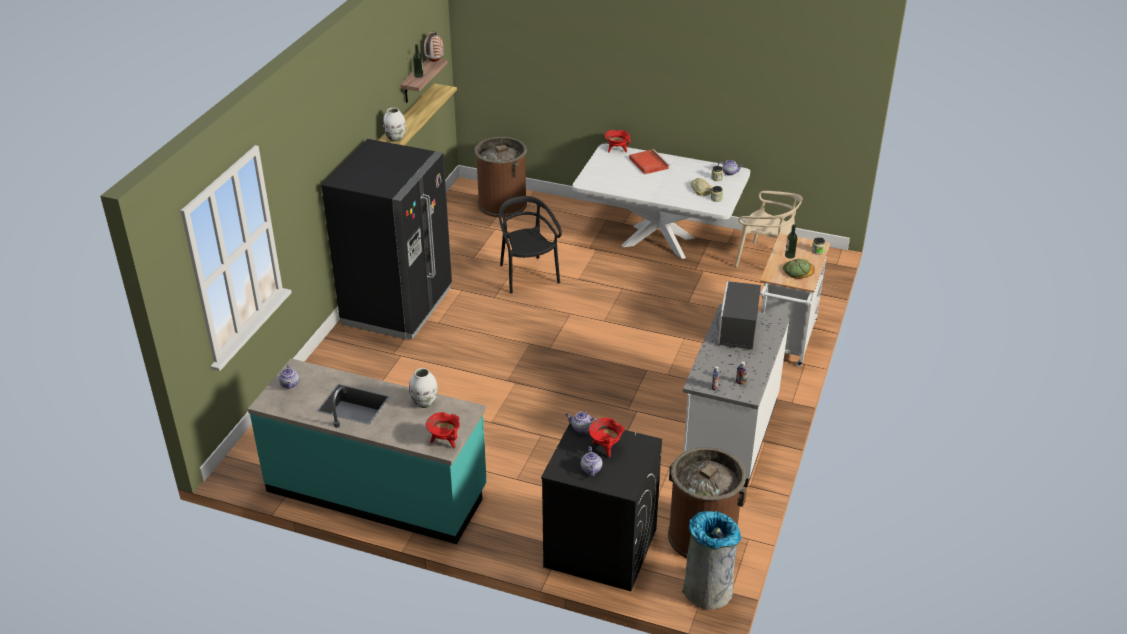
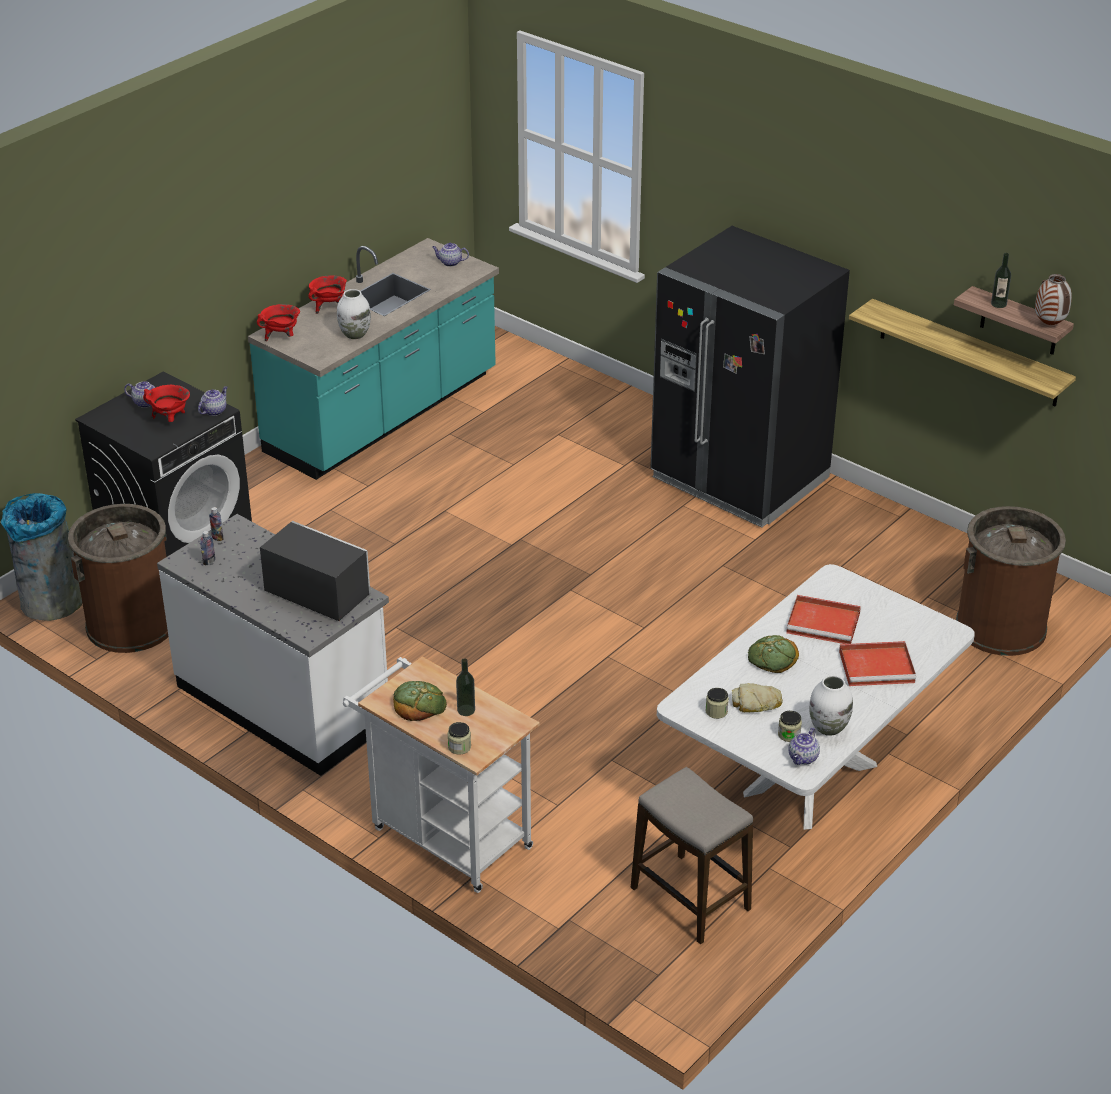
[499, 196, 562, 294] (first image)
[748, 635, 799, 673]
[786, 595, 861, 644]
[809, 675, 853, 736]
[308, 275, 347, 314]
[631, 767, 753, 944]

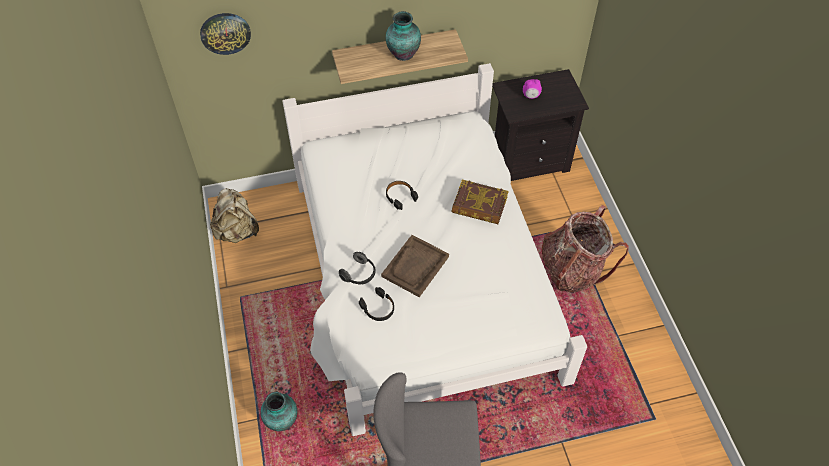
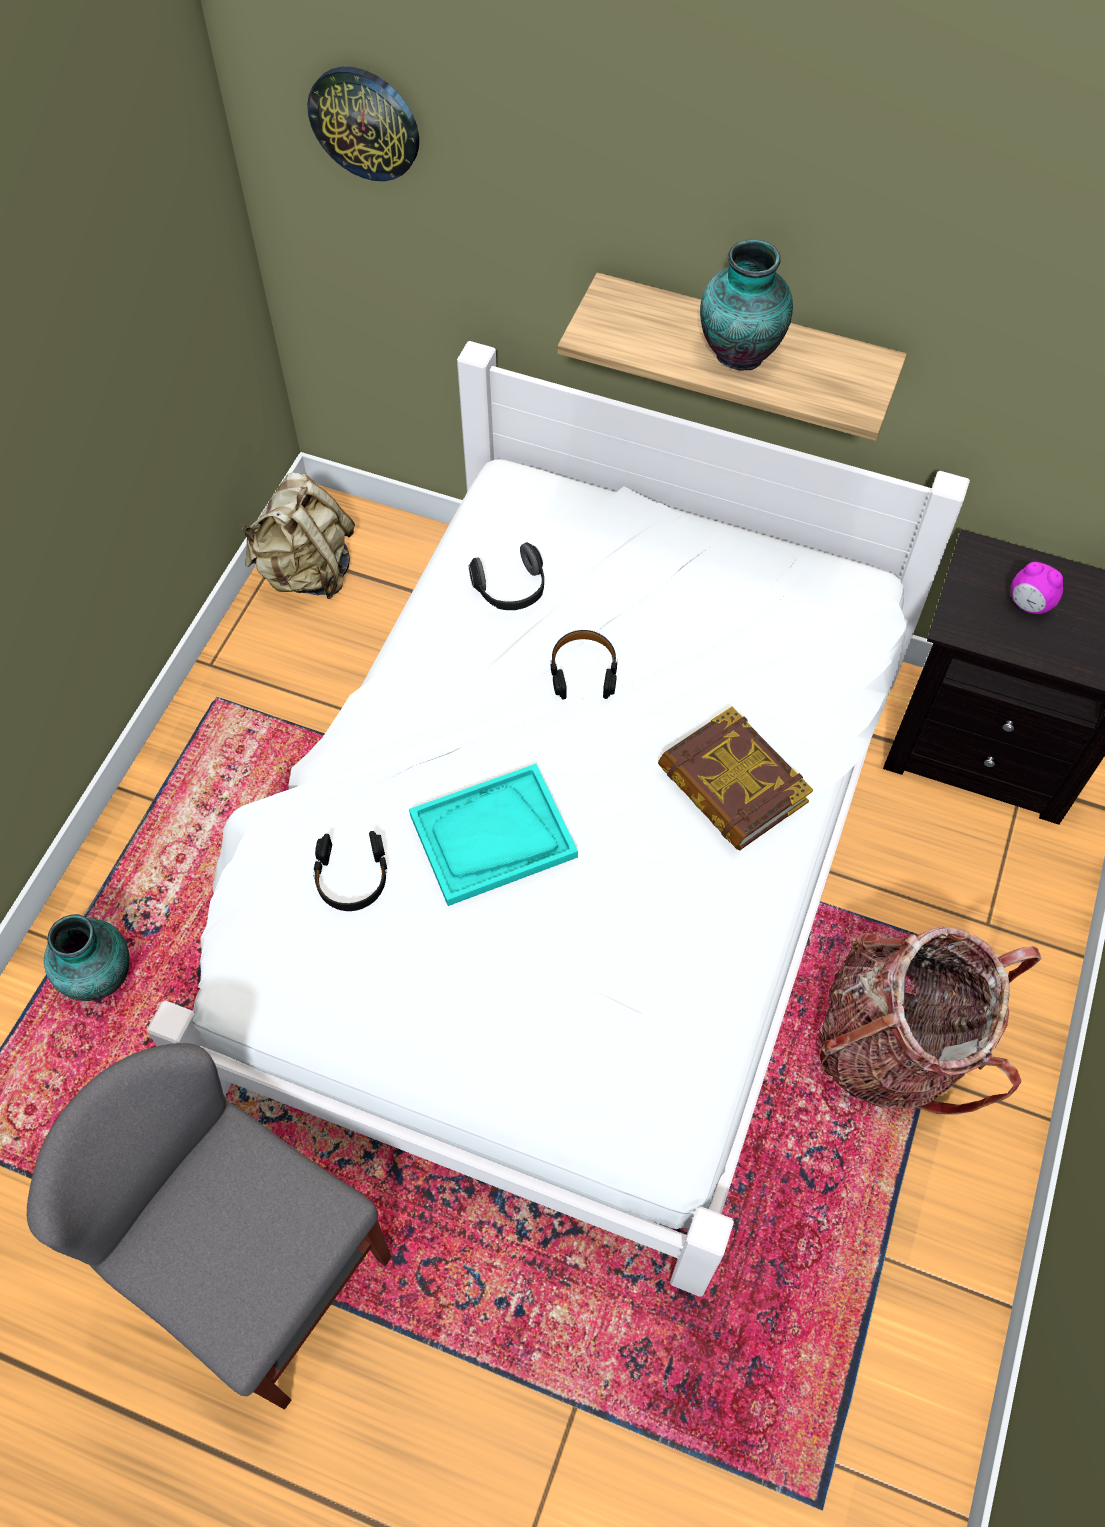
[469, 542, 544, 610]
[409, 764, 578, 906]

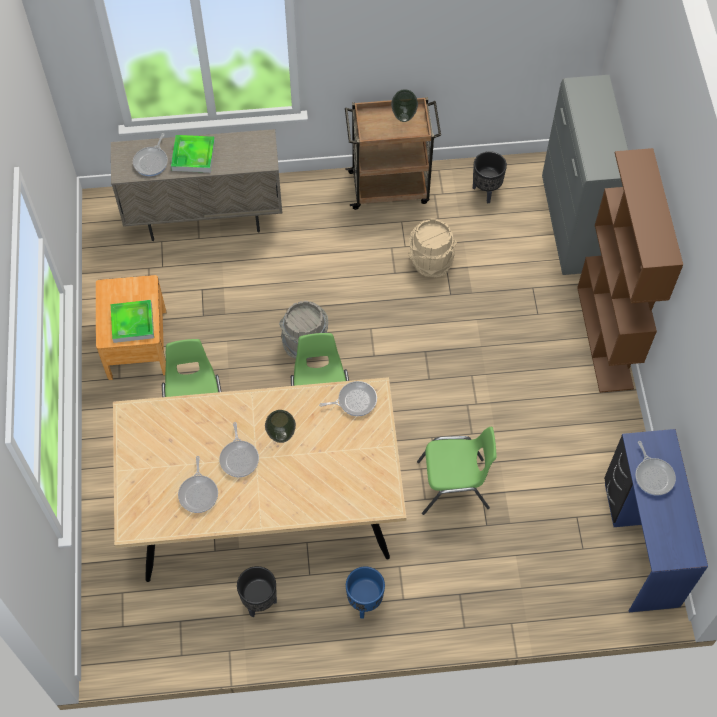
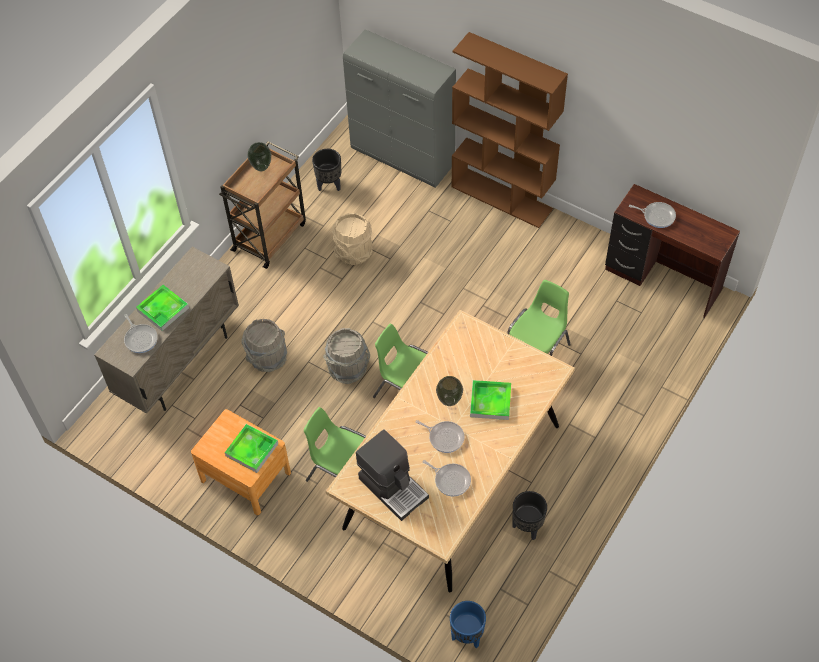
[319, 381, 377, 416] (first image)
[241, 319, 287, 372]
[356, 429, 429, 521]
[470, 380, 511, 420]
[450, 601, 486, 648]
[605, 184, 740, 318]

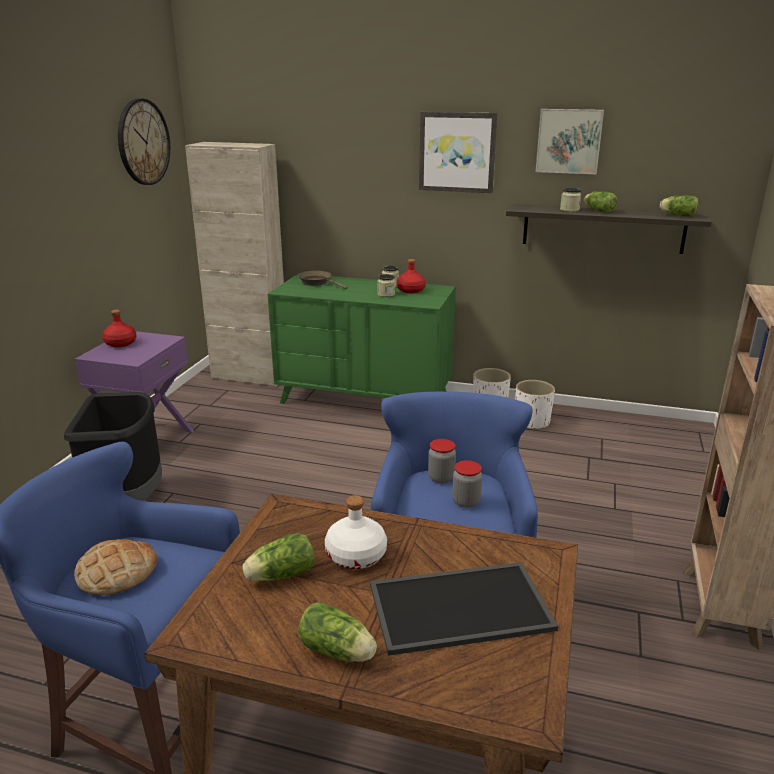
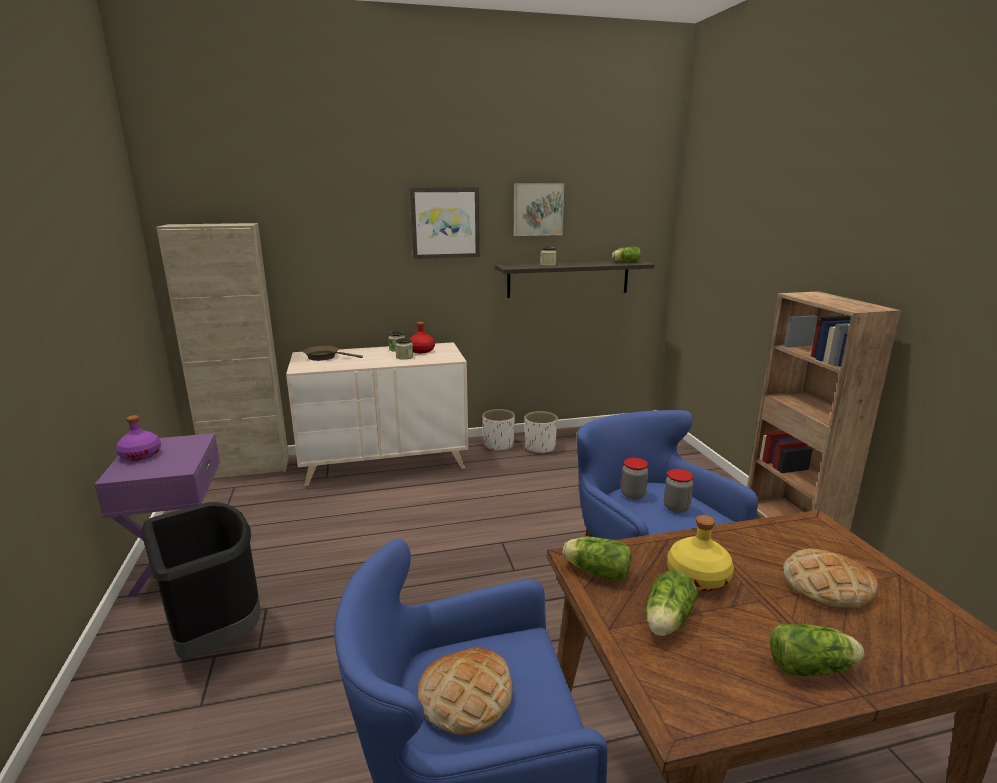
[118, 98, 170, 185] (first image)
[563, 536, 632, 582]
[783, 548, 879, 609]
[116, 415, 161, 461]
[286, 342, 468, 486]
[667, 515, 734, 591]

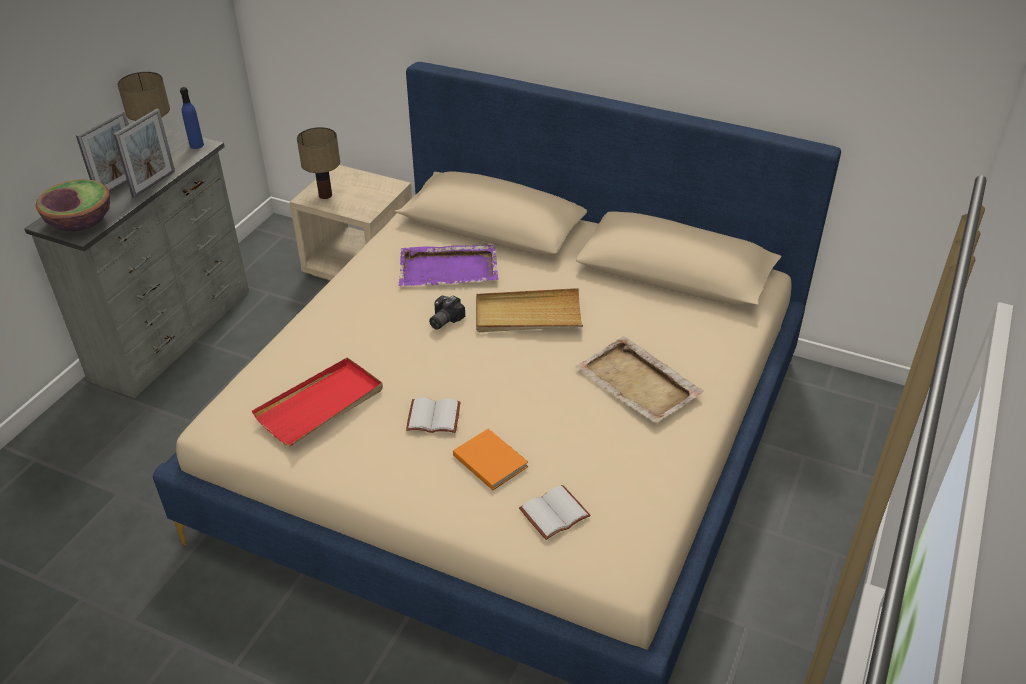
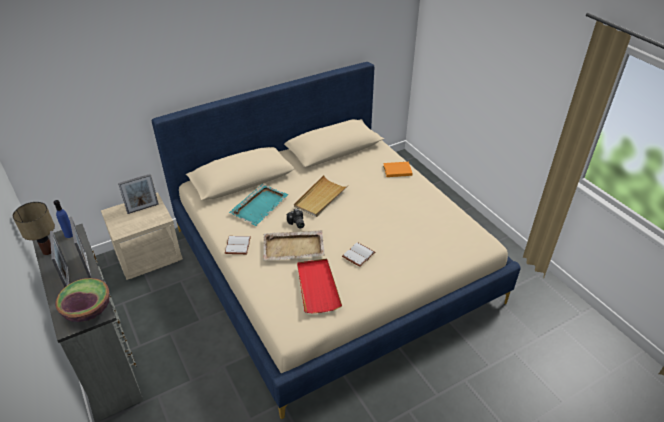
[297, 127, 340, 199] (first image)
[118, 174, 159, 214]
[383, 162, 413, 177]
[225, 236, 251, 254]
[263, 230, 325, 261]
[229, 184, 289, 226]

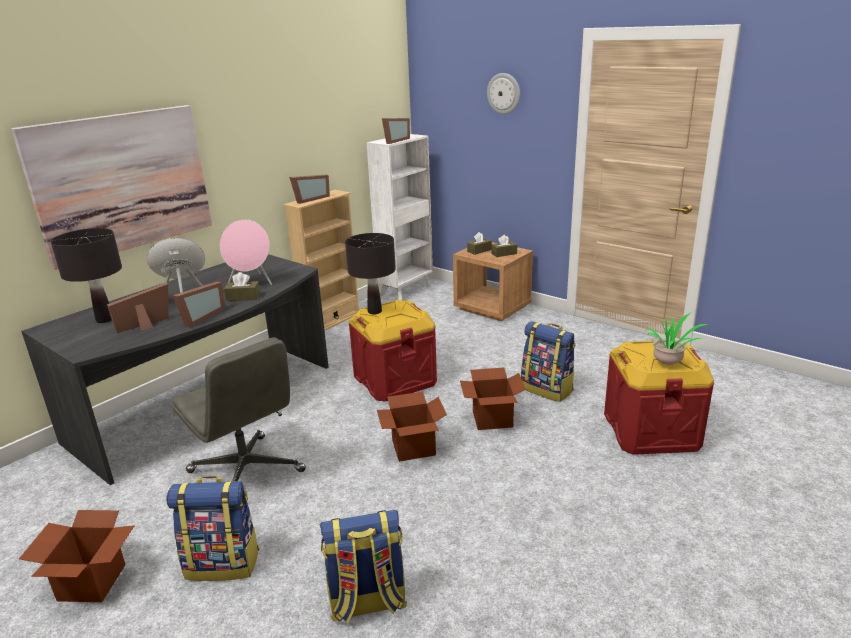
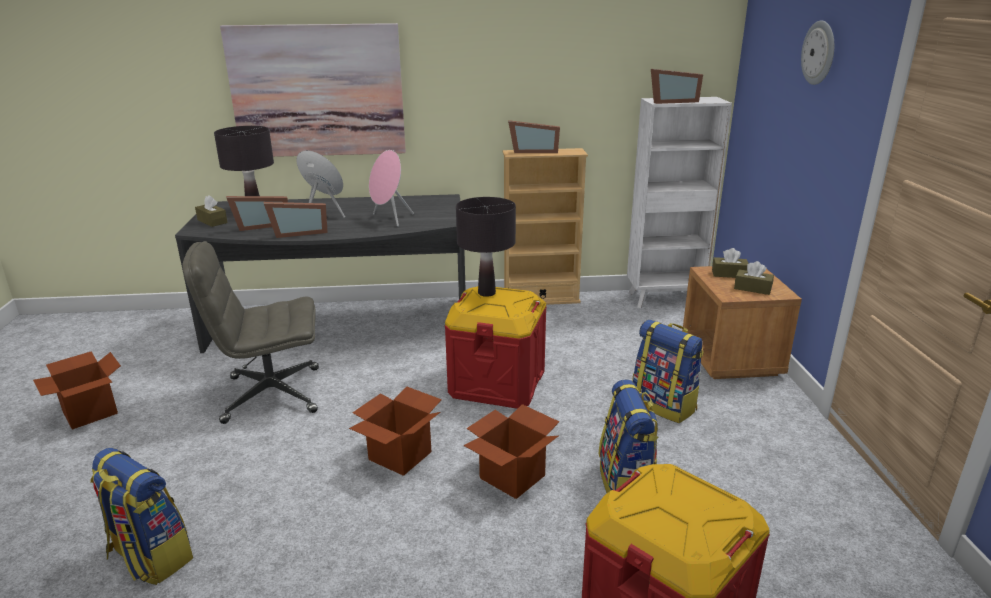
[646, 312, 708, 365] (first image)
[632, 320, 704, 423]
[195, 195, 228, 227]
[226, 196, 288, 231]
[182, 241, 319, 424]

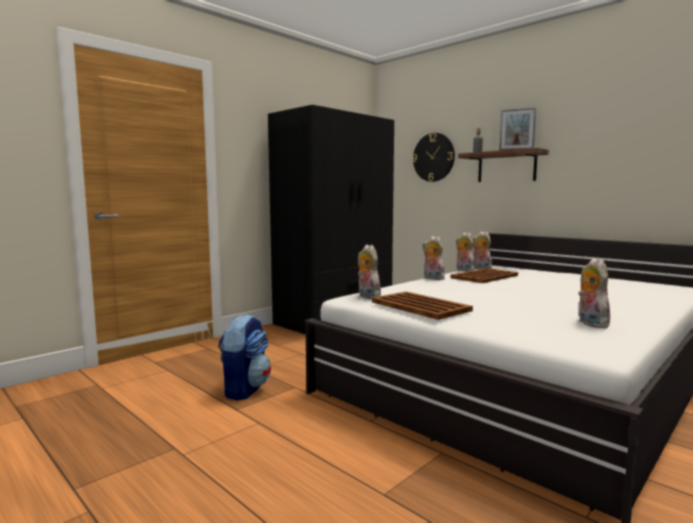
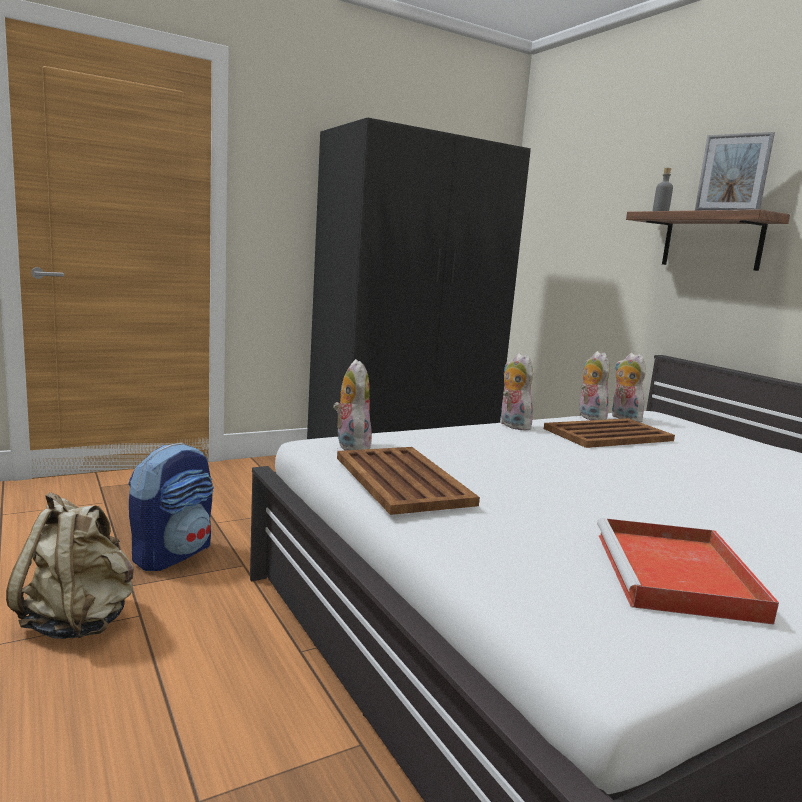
[412, 133, 455, 182] (first image)
[6, 492, 134, 639]
[597, 518, 779, 625]

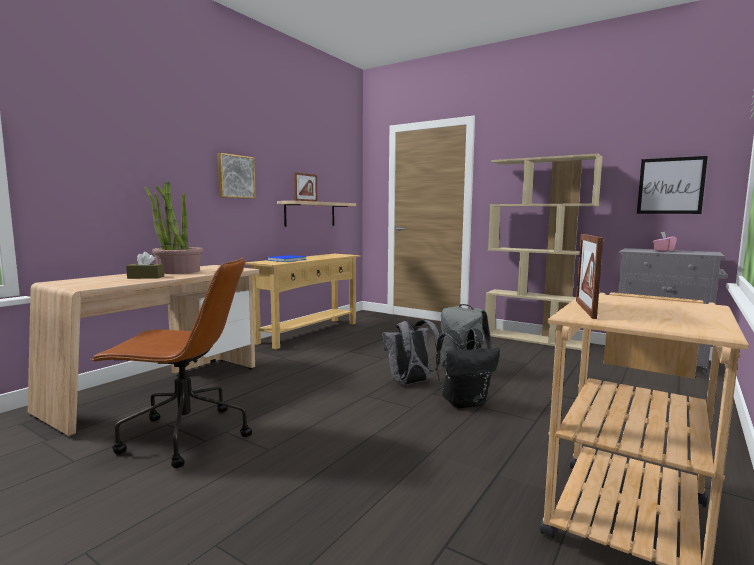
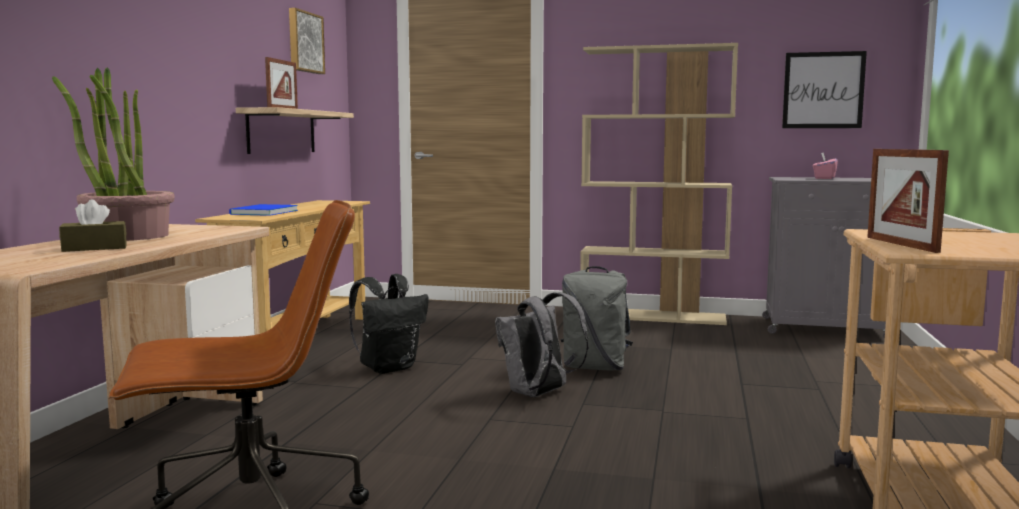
[289, 8, 325, 74]
[349, 274, 429, 374]

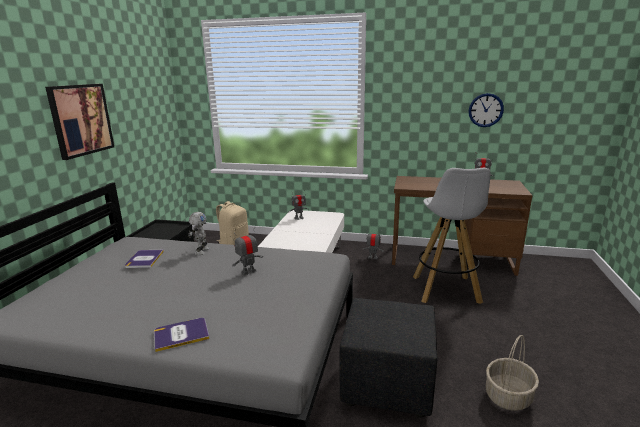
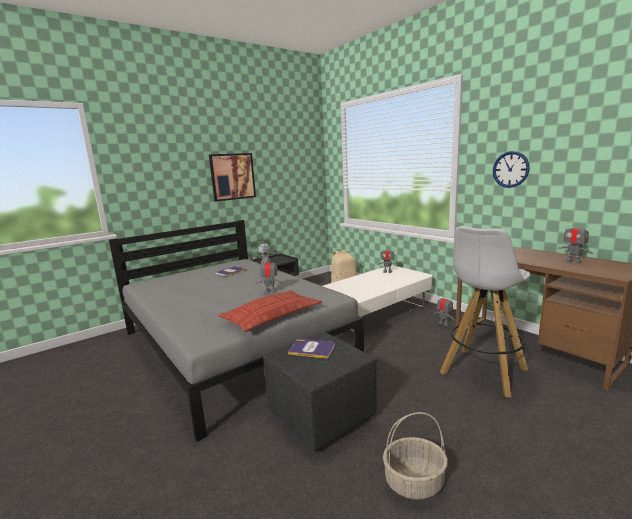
[218, 290, 321, 332]
[288, 339, 335, 359]
[493, 151, 530, 188]

